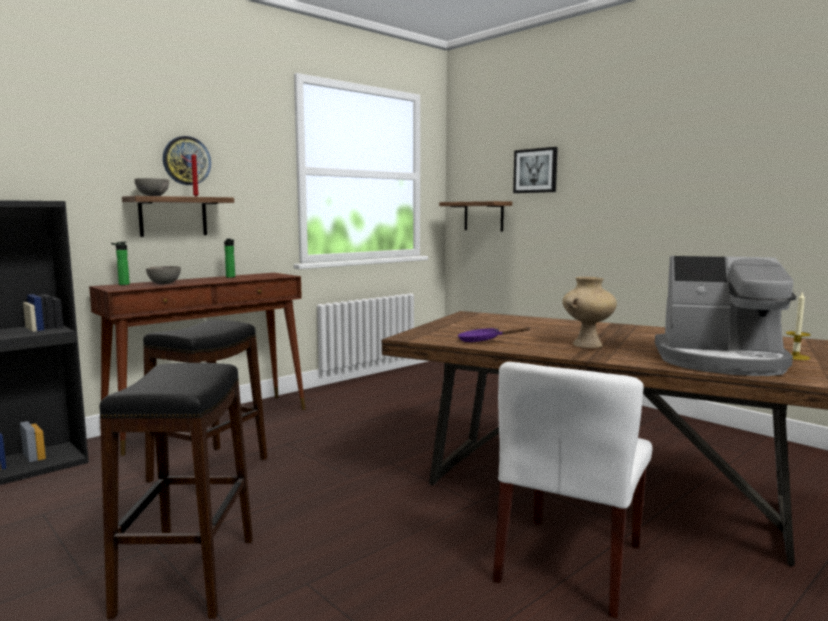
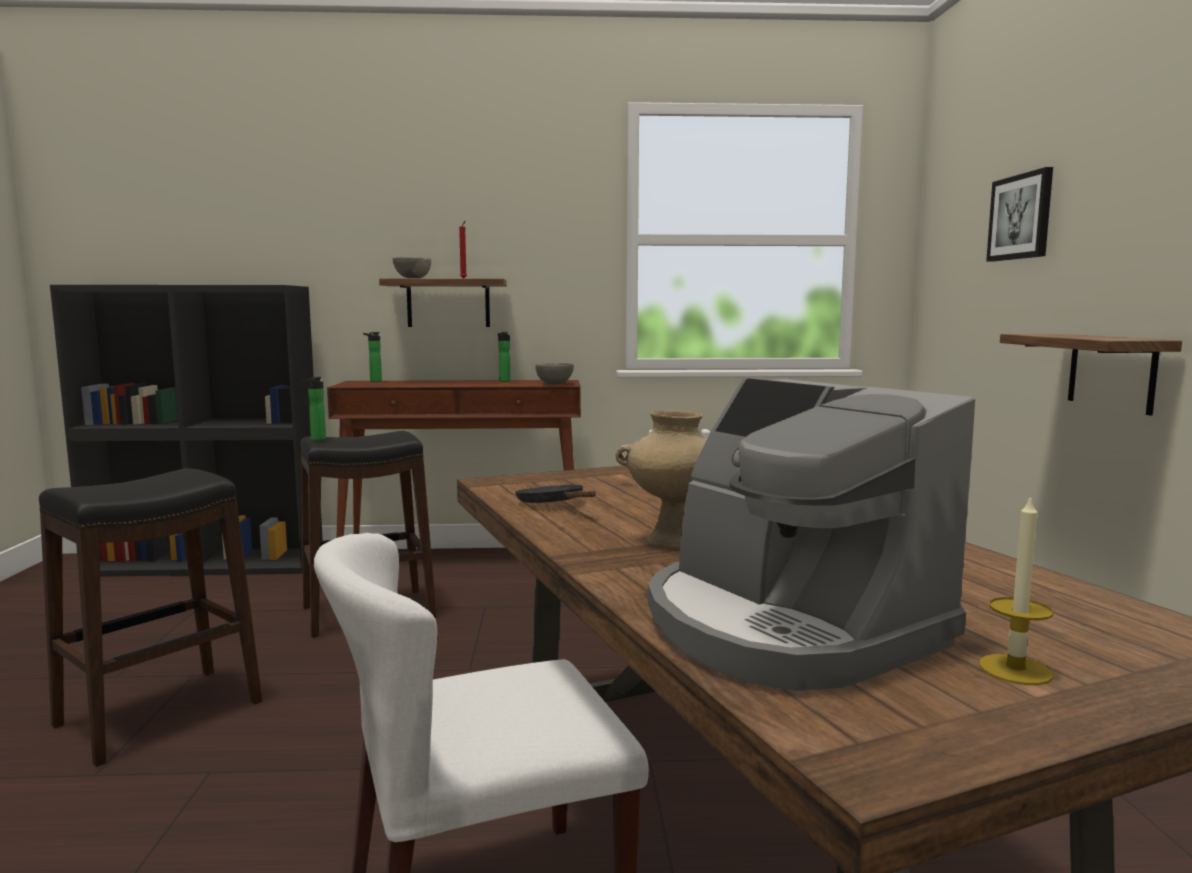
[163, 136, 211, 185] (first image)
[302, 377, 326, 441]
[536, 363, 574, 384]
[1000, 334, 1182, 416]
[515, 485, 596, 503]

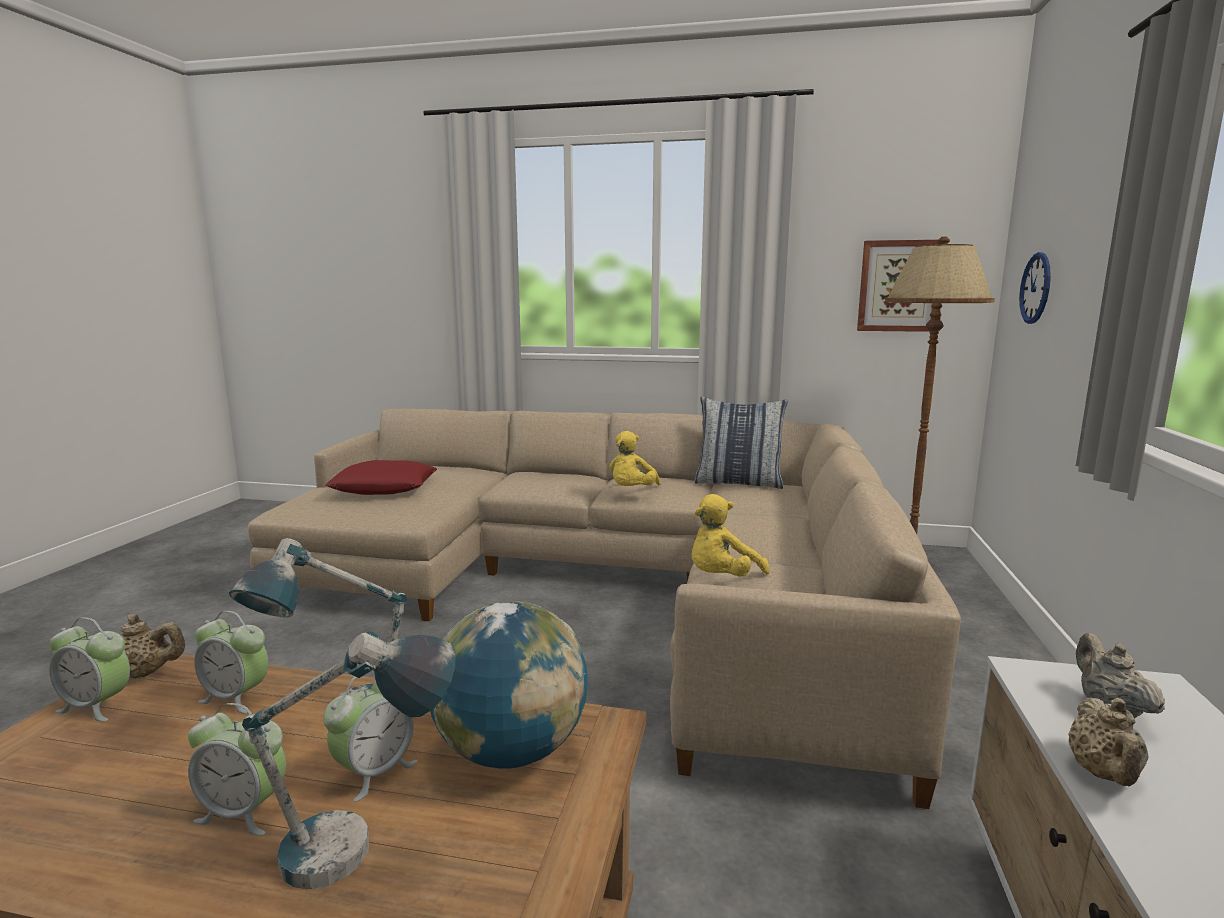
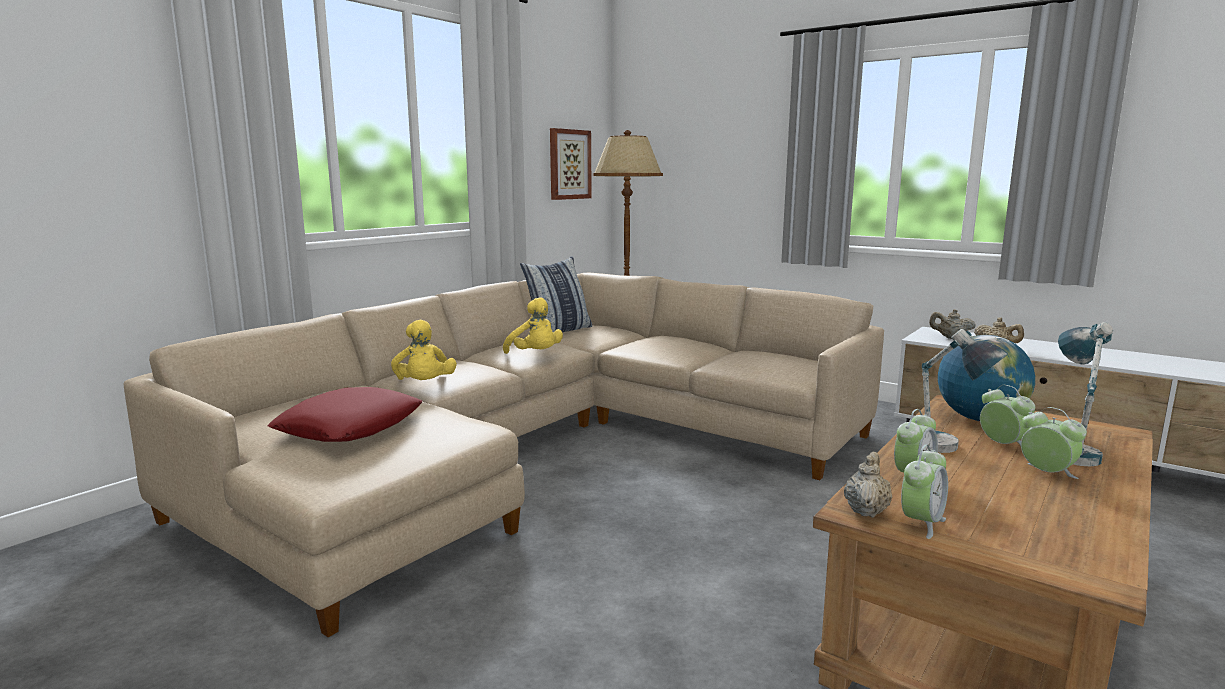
[1019, 252, 1051, 324] (first image)
[391, 320, 457, 380]
[1021, 407, 1087, 479]

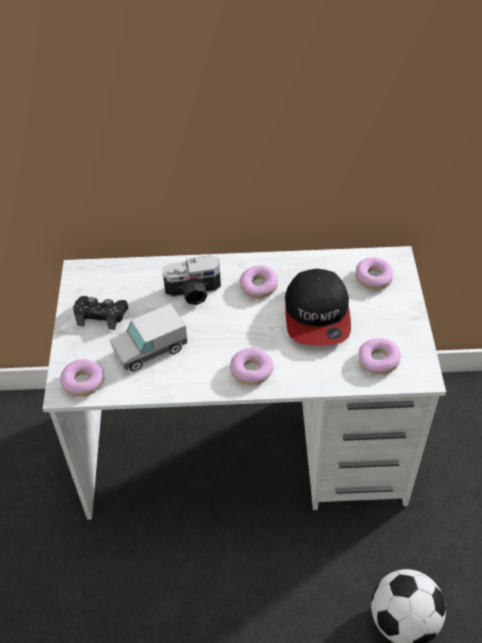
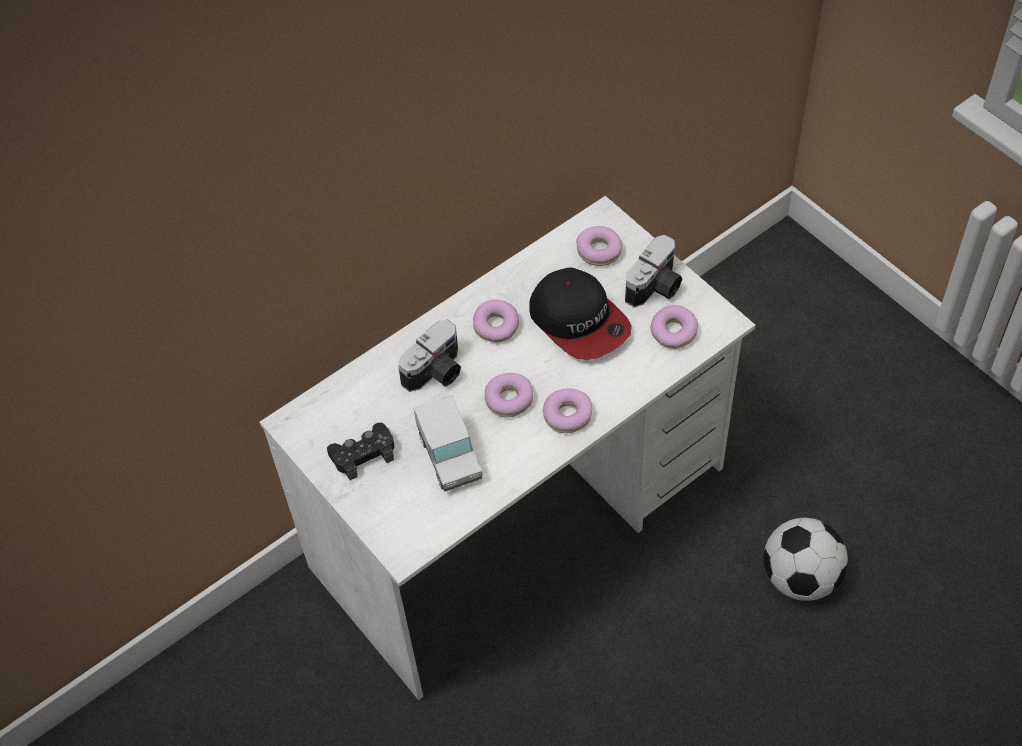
[625, 235, 682, 308]
[484, 373, 533, 417]
[414, 395, 482, 492]

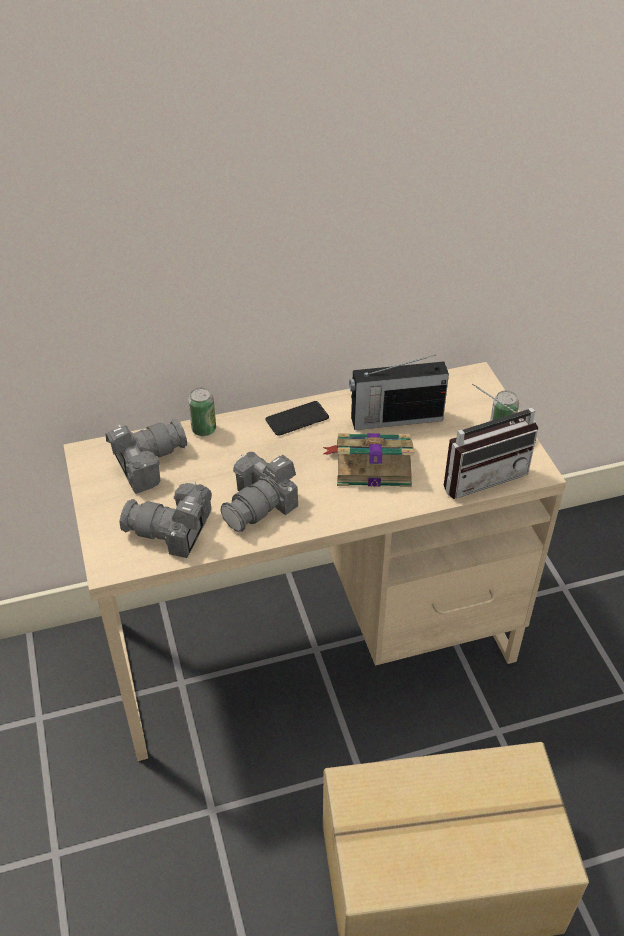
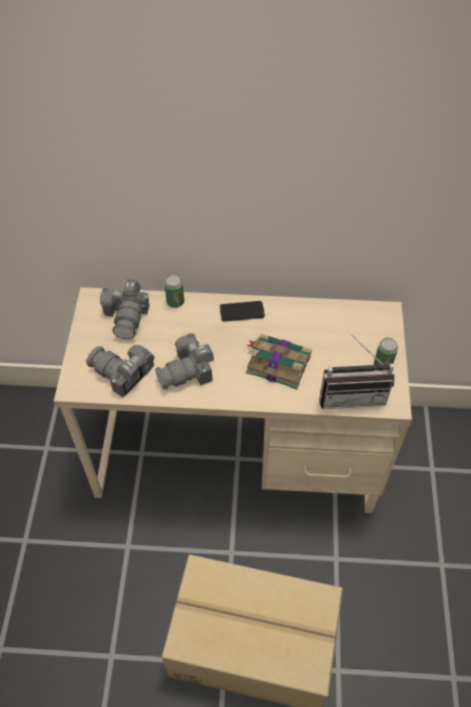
[349, 355, 449, 430] (first image)
[100, 279, 149, 339]

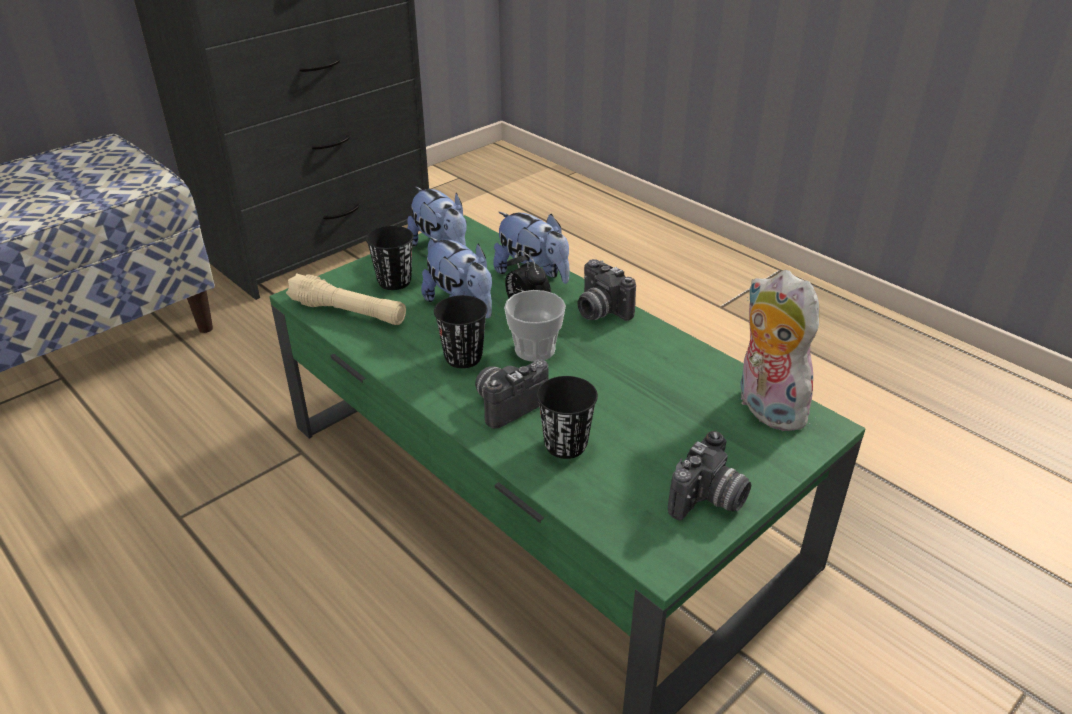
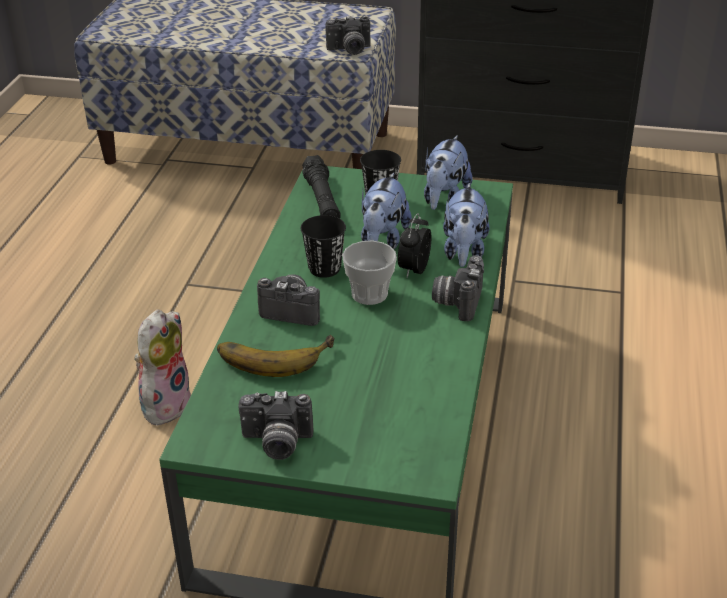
[325, 15, 370, 55]
[134, 309, 191, 425]
[217, 335, 334, 377]
[302, 155, 341, 219]

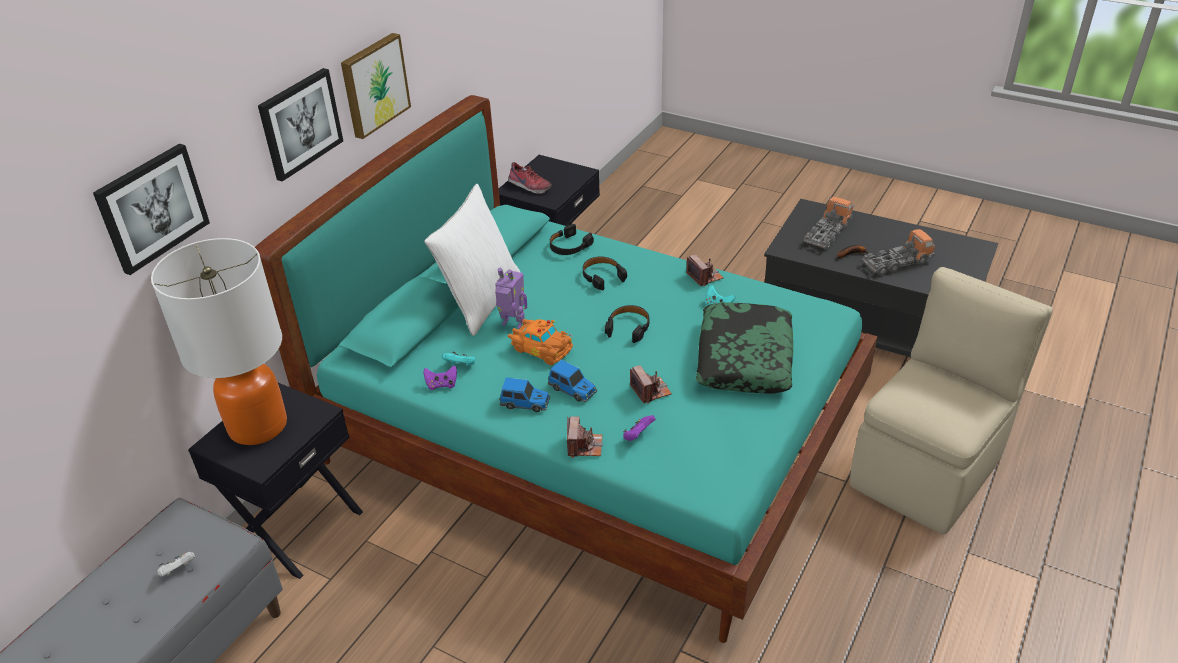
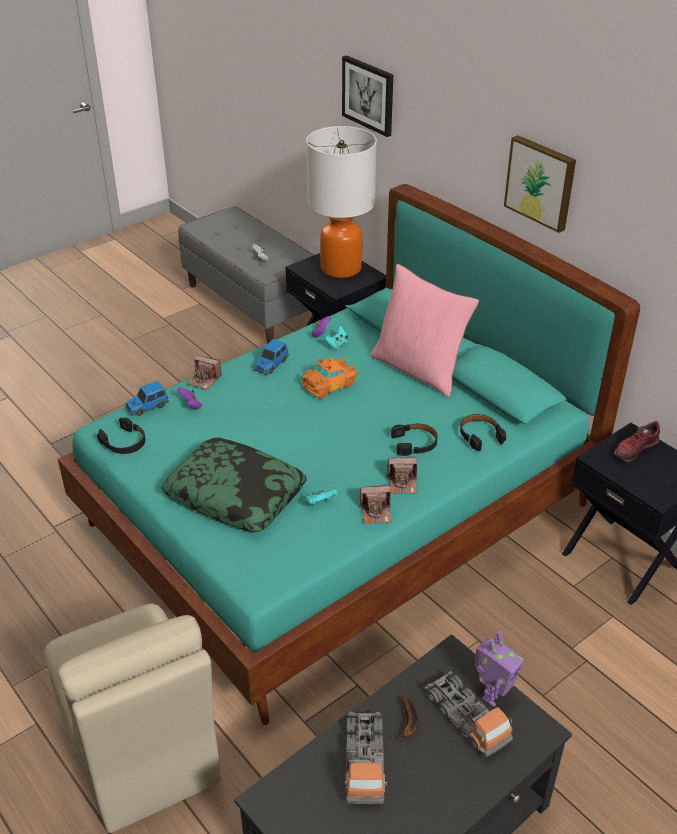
[258, 68, 343, 182] (first image)
[475, 630, 524, 707]
[125, 381, 169, 416]
[97, 417, 145, 454]
[387, 456, 417, 494]
[371, 264, 479, 397]

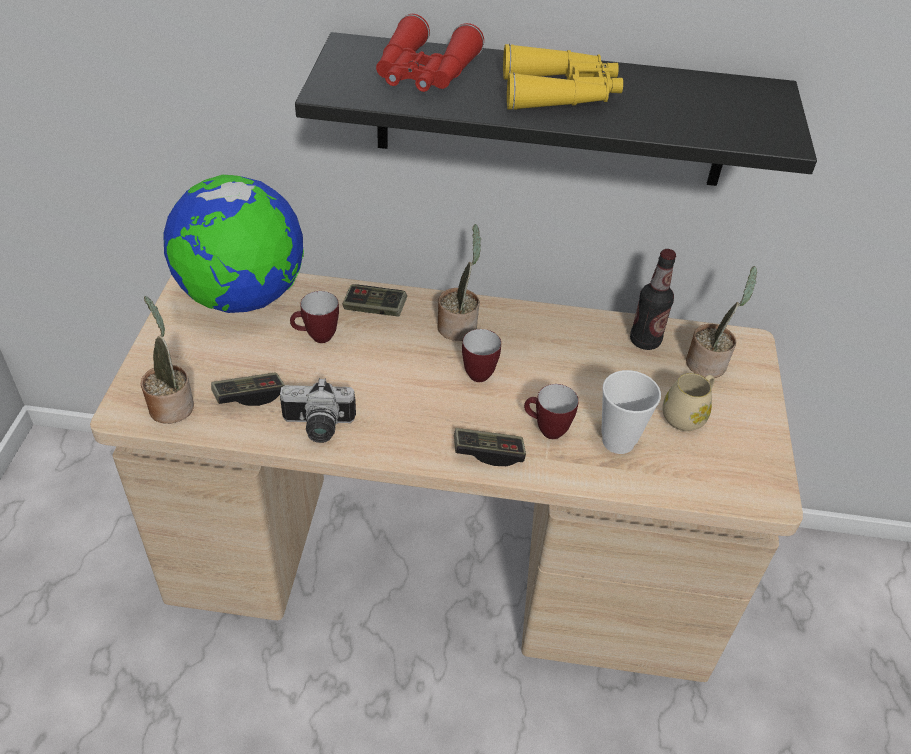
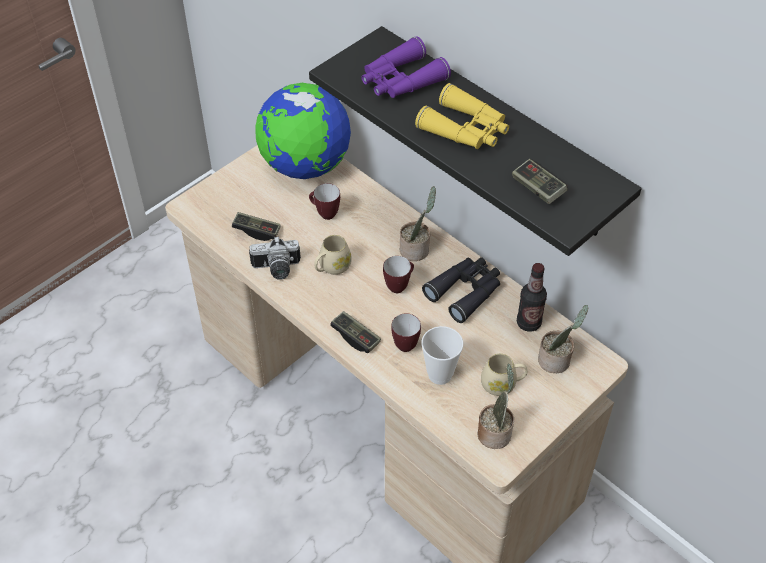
[314, 235, 352, 275]
[422, 257, 500, 323]
[478, 364, 514, 449]
[512, 159, 568, 204]
[361, 36, 451, 98]
[249, 236, 301, 280]

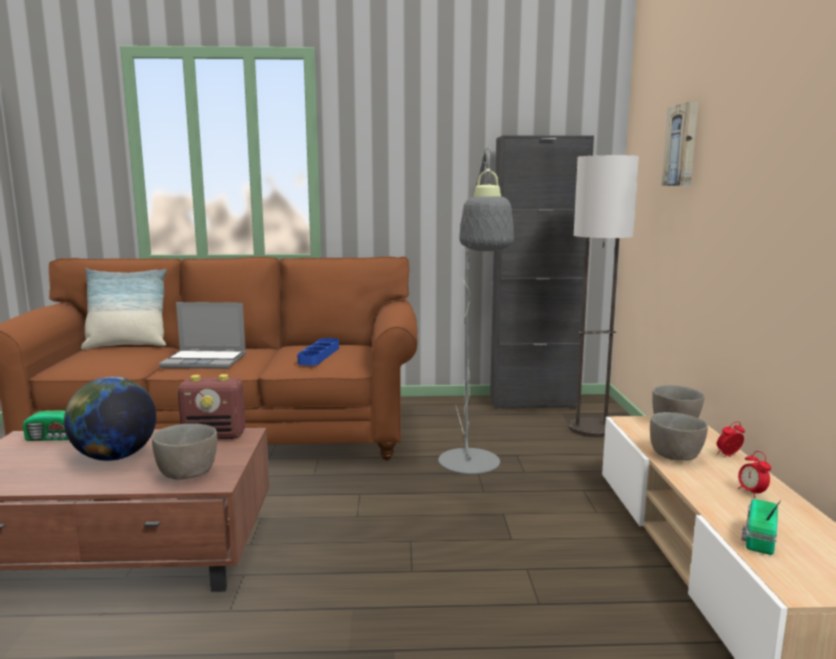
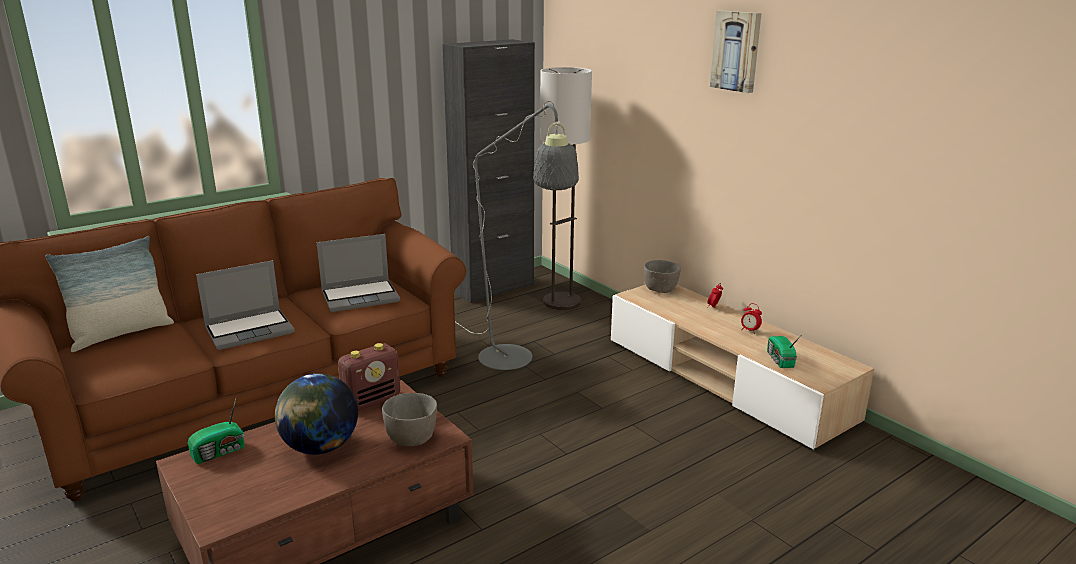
[650, 412, 708, 460] (first image)
[710, 10, 761, 93]
[317, 234, 400, 312]

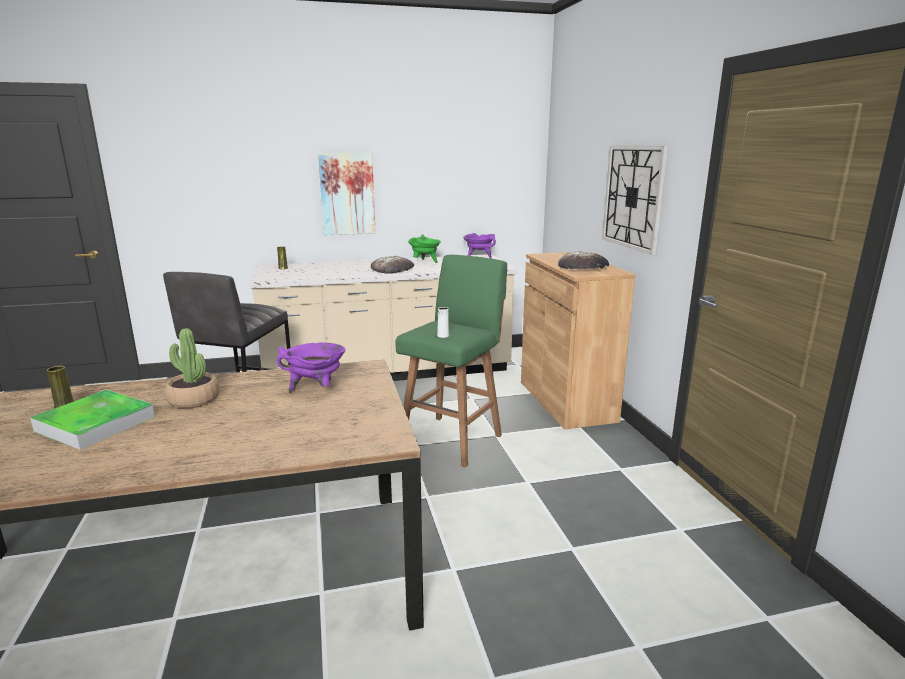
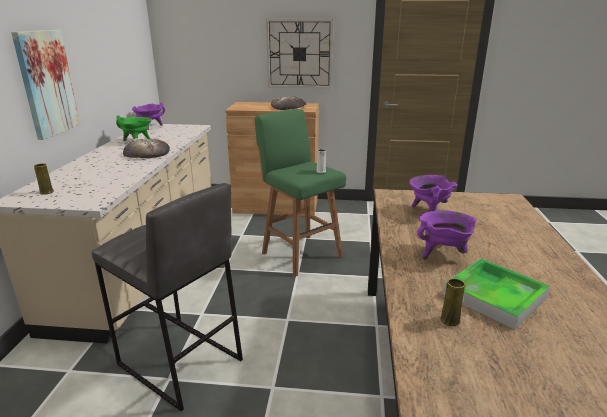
[417, 210, 476, 260]

